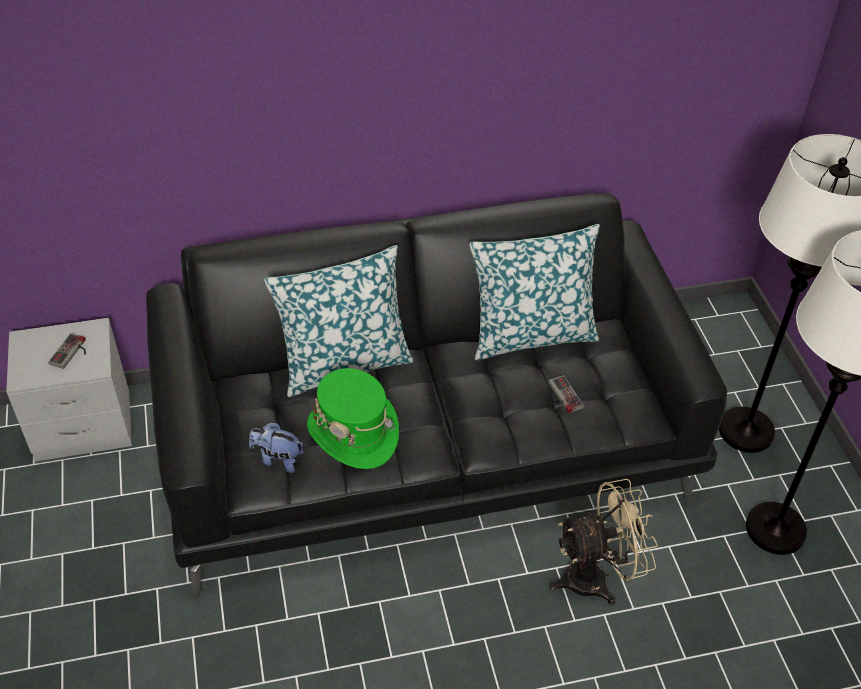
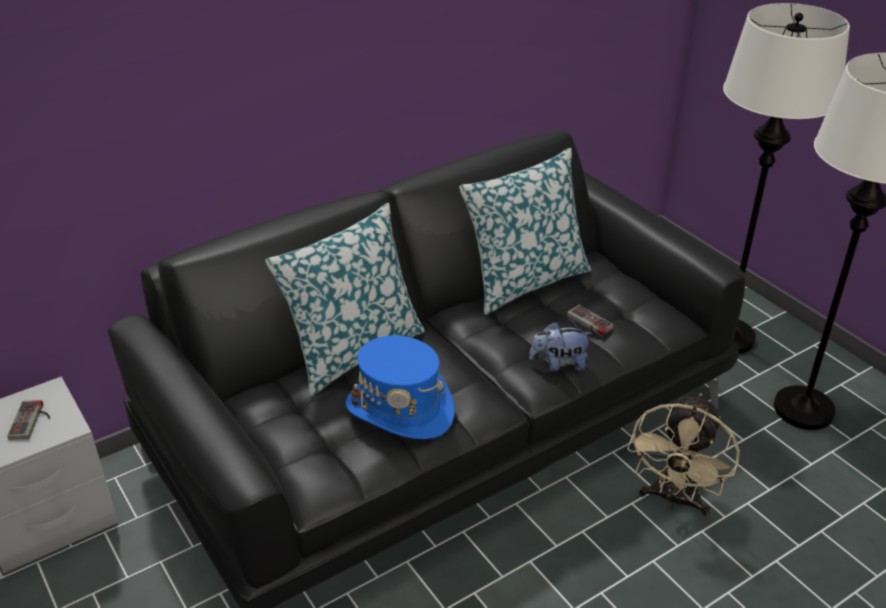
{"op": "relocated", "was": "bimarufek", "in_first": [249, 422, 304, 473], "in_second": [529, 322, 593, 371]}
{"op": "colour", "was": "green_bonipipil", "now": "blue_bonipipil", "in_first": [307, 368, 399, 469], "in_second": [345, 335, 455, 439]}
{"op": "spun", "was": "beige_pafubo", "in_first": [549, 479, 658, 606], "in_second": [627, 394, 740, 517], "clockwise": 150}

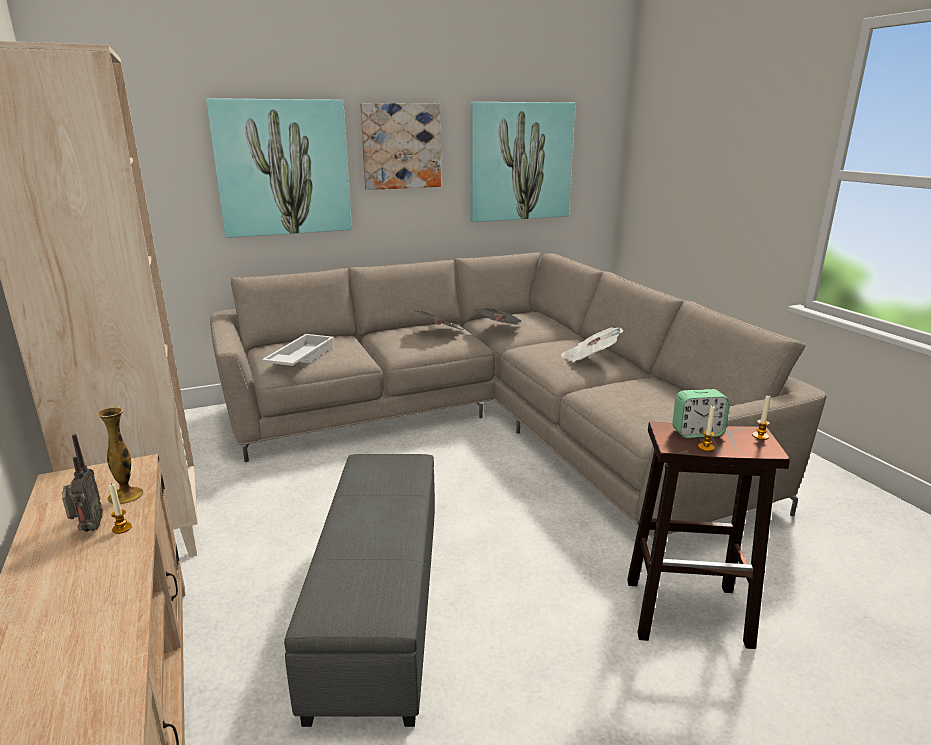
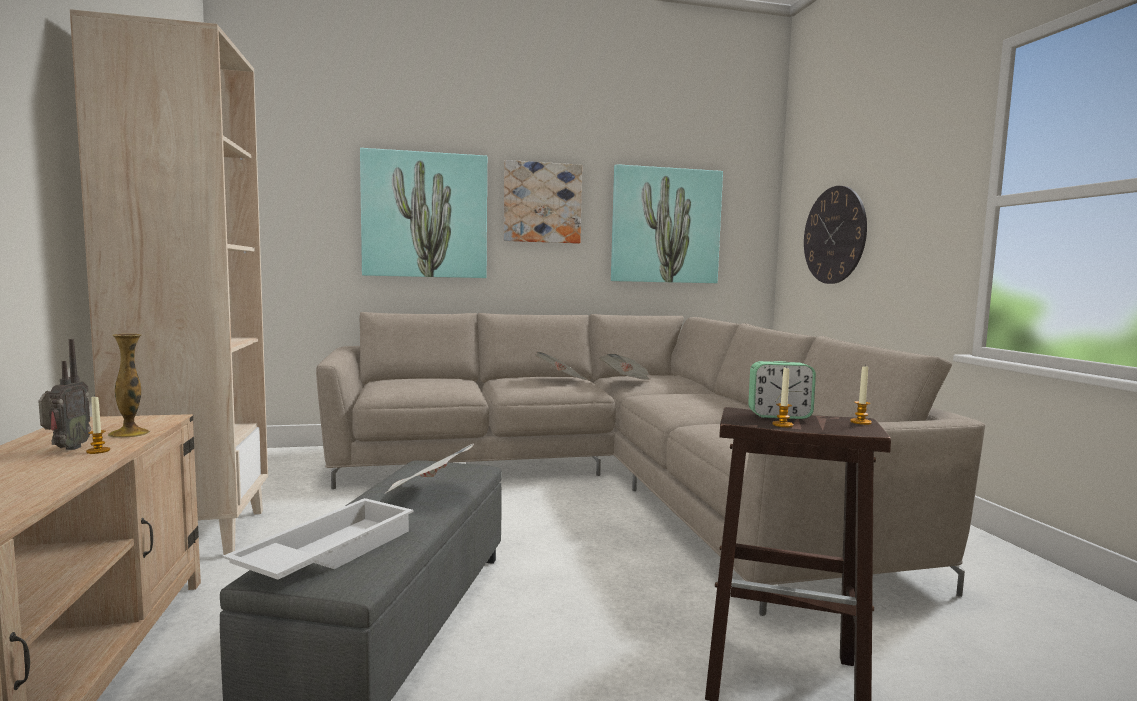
{"op": "relocated", "was": "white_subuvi", "in_first": [262, 334, 334, 366], "in_second": [223, 498, 413, 580]}
{"op": "relocated", "was": "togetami", "in_first": [561, 327, 623, 363], "in_second": [384, 444, 474, 494]}
{"op": "appeared", "now": "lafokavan", "in_second": [804, 186, 867, 284]}

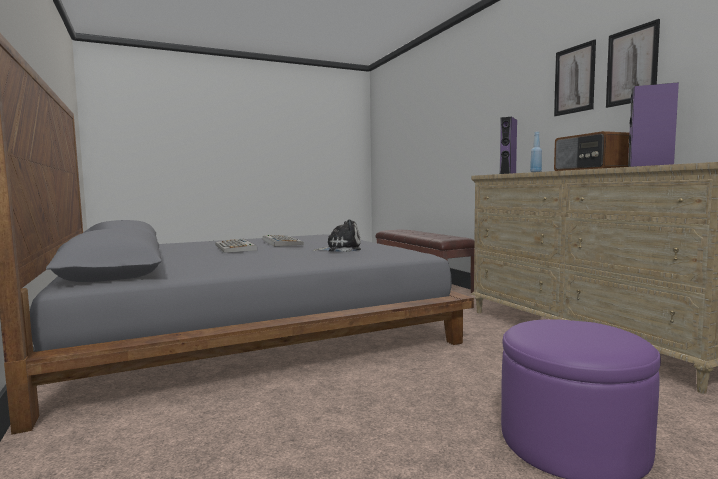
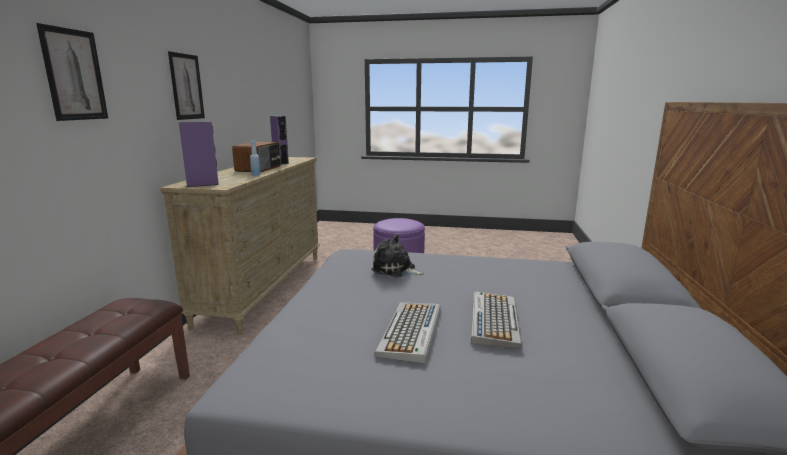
{"op": "relocated", "was": "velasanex", "in_first": [606, 19, 660, 108], "in_second": [36, 23, 108, 121]}

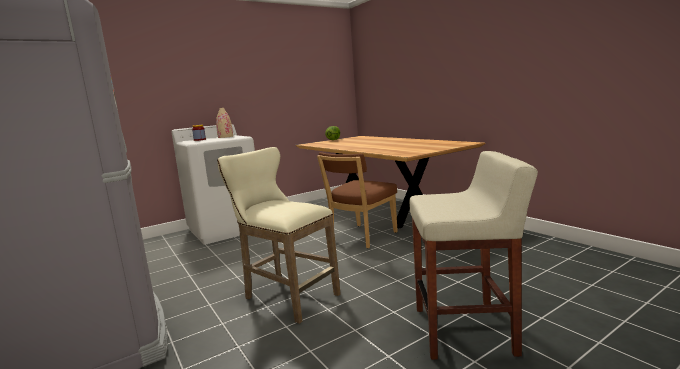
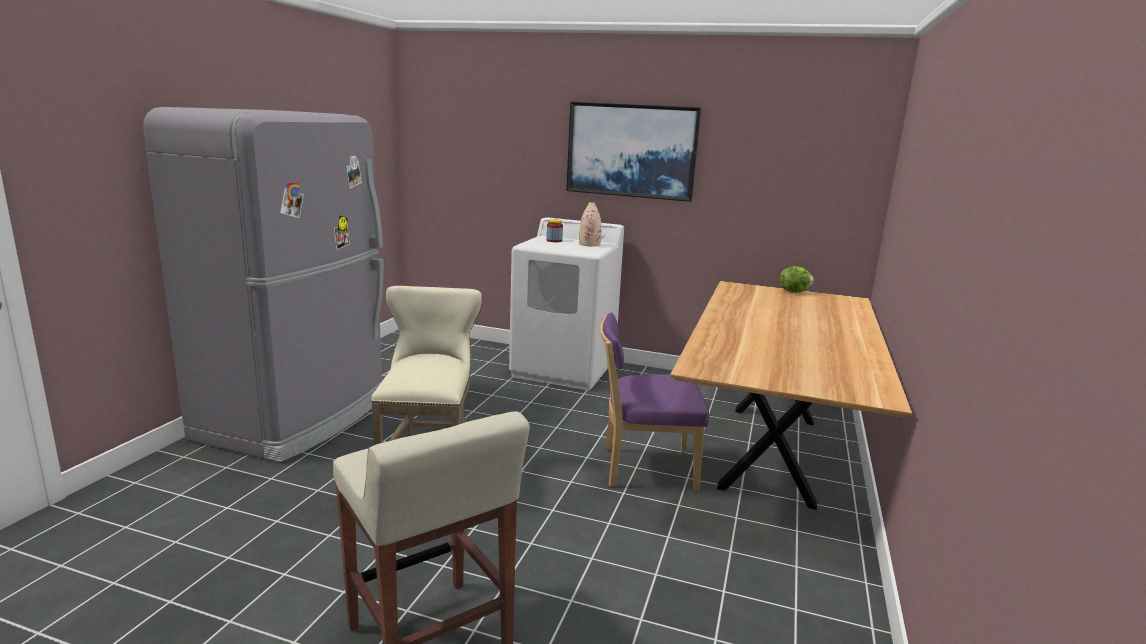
{"op": "colour", "was": "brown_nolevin", "now": "purple_nolevin", "in_first": [317, 152, 398, 249], "in_second": [600, 312, 709, 492]}
{"op": "appeared", "now": "velasanex", "in_second": [566, 102, 701, 202]}

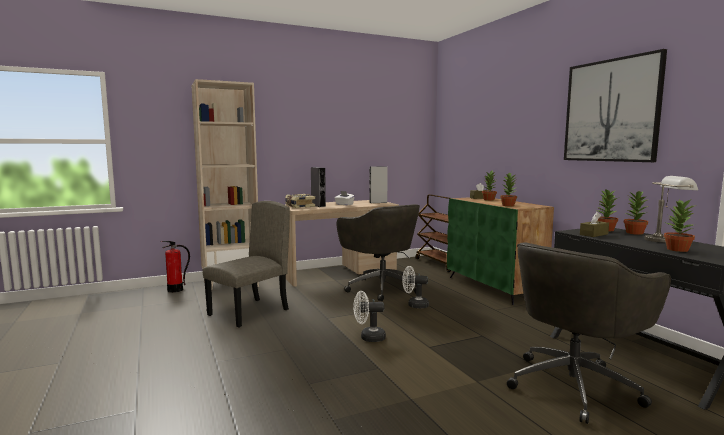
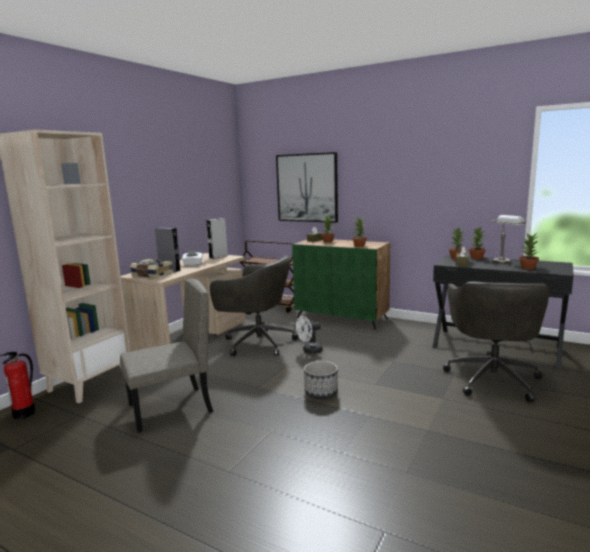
{"op": "spun", "was": "beige_nolevin", "in_first": [203, 201, 290, 328], "in_second": [120, 279, 213, 432], "clockwise": 60}
{"op": "exchanged", "was": "white_pafubo", "now": "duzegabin", "in_first": [353, 291, 386, 342], "in_second": [304, 361, 338, 399]}
{"op": "relocated", "was": "velasanex", "in_first": [564, 49, 667, 162], "in_second": [276, 152, 338, 223]}

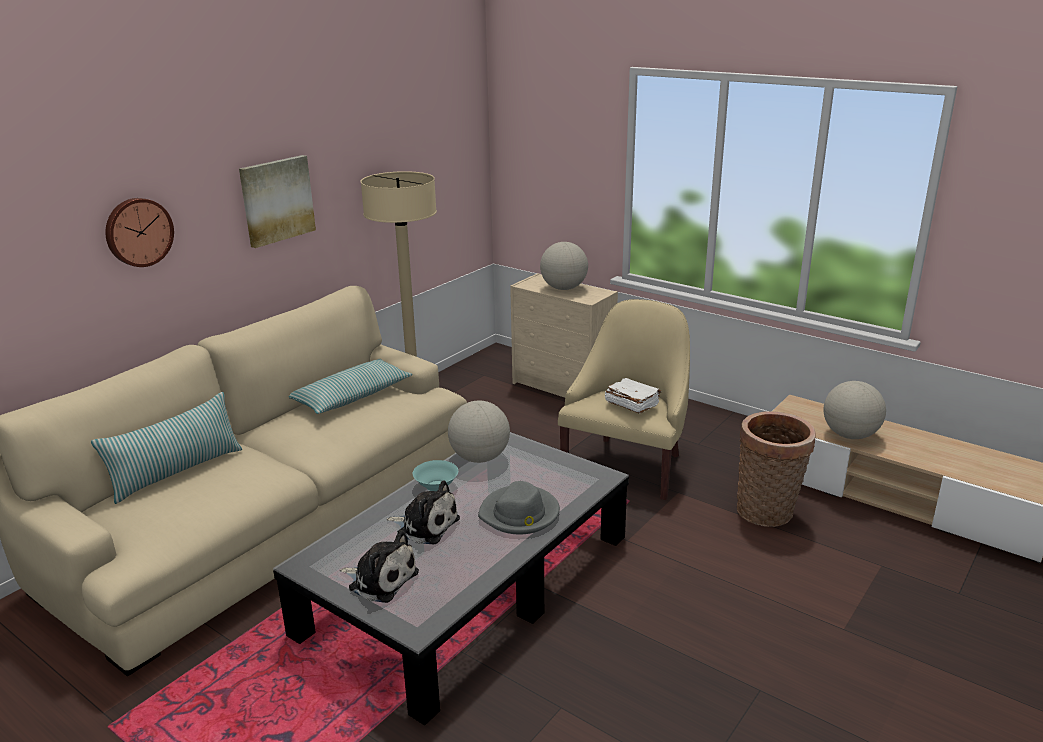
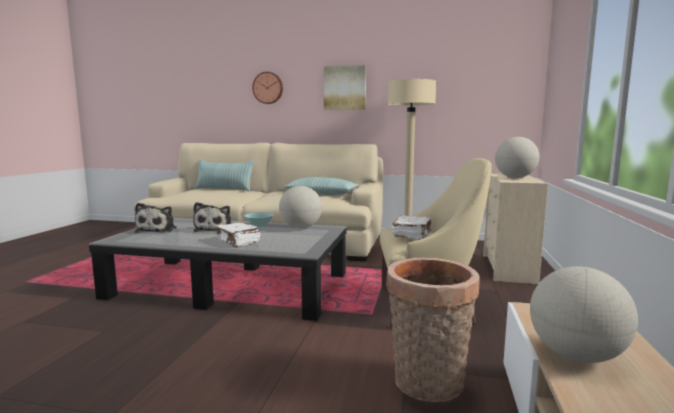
{"op": "exchanged", "was": "grey_bonipipil", "now": "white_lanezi", "in_first": [478, 481, 560, 534], "in_second": [215, 222, 261, 247]}

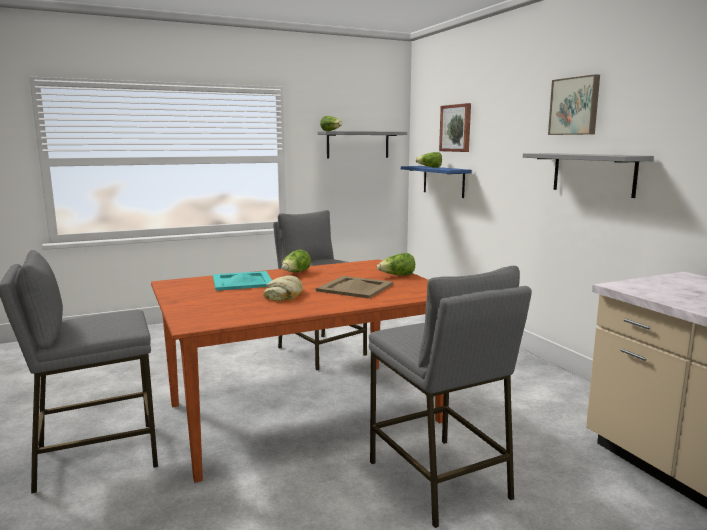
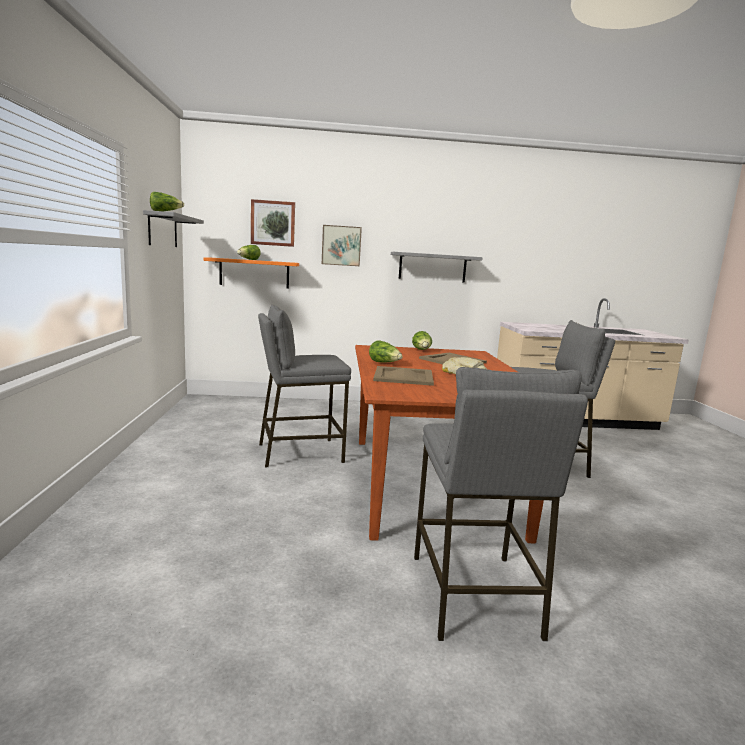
{"op": "colour", "was": "turquoise_subuvi", "now": "beige_subuvi", "in_first": [213, 271, 272, 291], "in_second": [373, 366, 434, 386]}
{"op": "colour", "was": "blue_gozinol", "now": "orange_gozinol", "in_first": [401, 166, 472, 198], "in_second": [203, 257, 299, 289]}
{"op": "relocated", "was": "velasanex", "in_first": [548, 74, 600, 135], "in_second": [322, 225, 362, 266]}

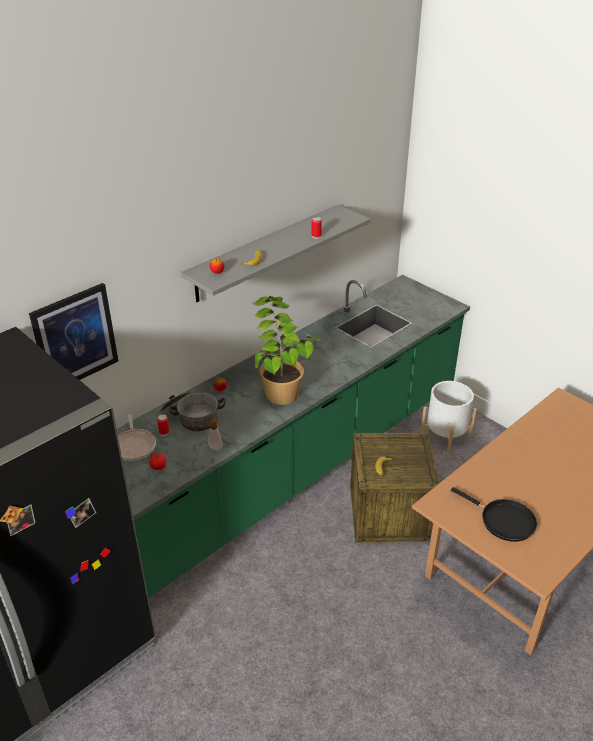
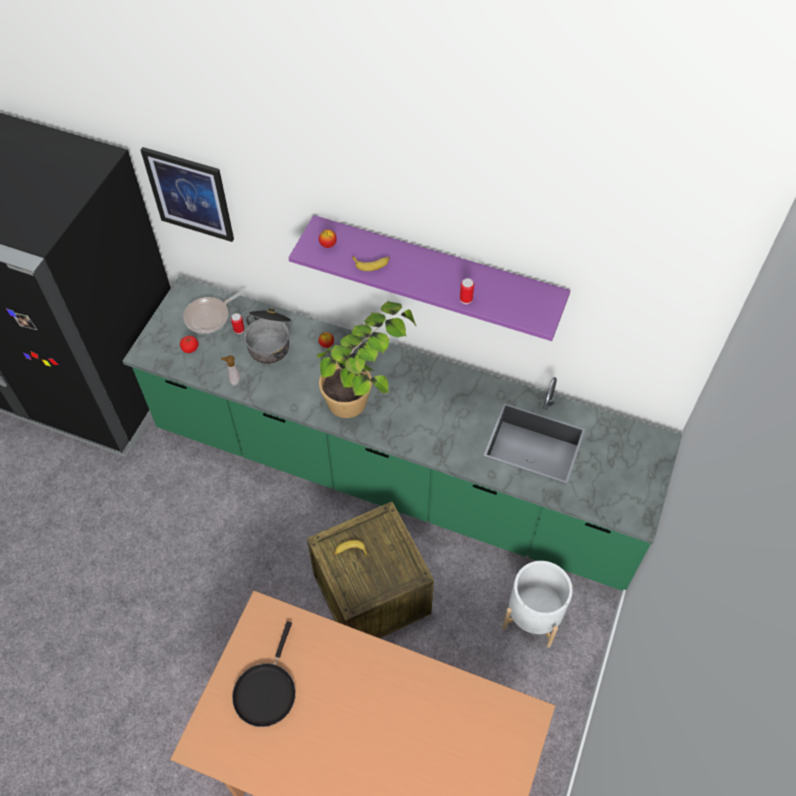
{"op": "colour", "was": "grey_gozinol", "now": "purple_gozinol", "in_first": [181, 205, 371, 302], "in_second": [289, 215, 570, 341]}

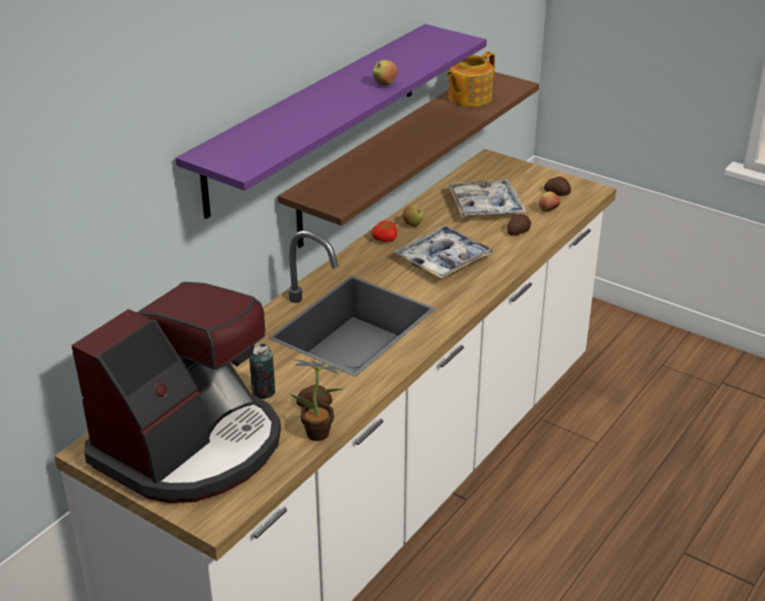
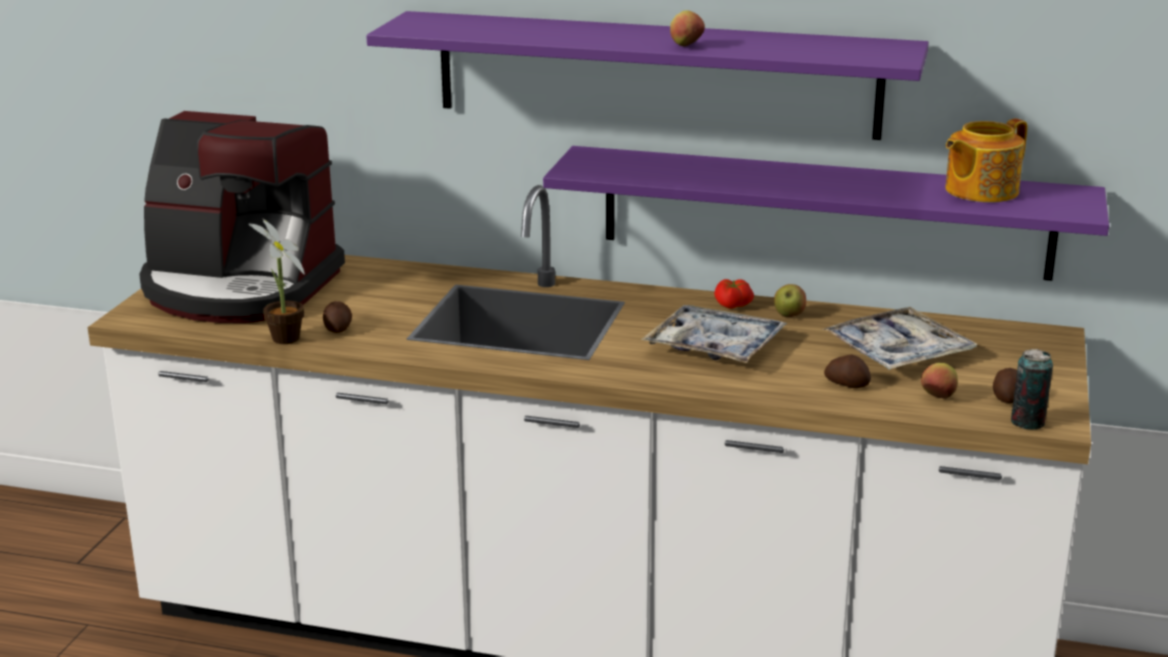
{"op": "relocated", "was": "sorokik", "in_first": [249, 344, 275, 399], "in_second": [1011, 349, 1053, 430]}
{"op": "colour", "was": "brown_gozinol", "now": "purple_gozinol", "in_first": [278, 72, 539, 248], "in_second": [543, 146, 1109, 281]}
{"op": "spun", "was": "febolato", "in_first": [447, 52, 495, 107], "in_second": [945, 119, 1027, 202], "clockwise": -60}

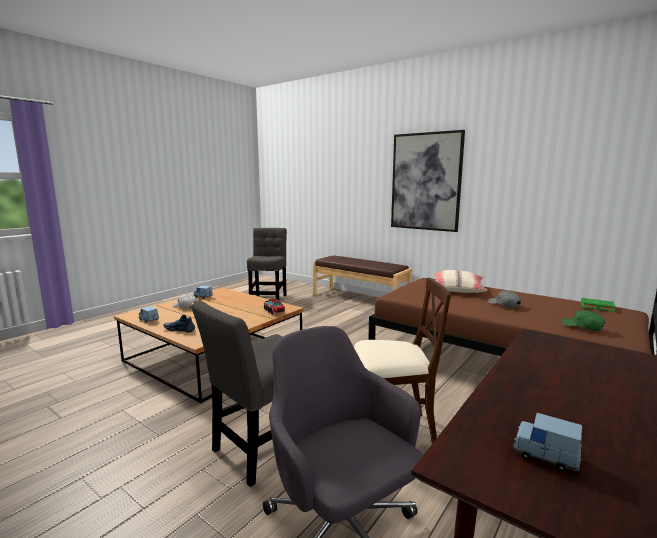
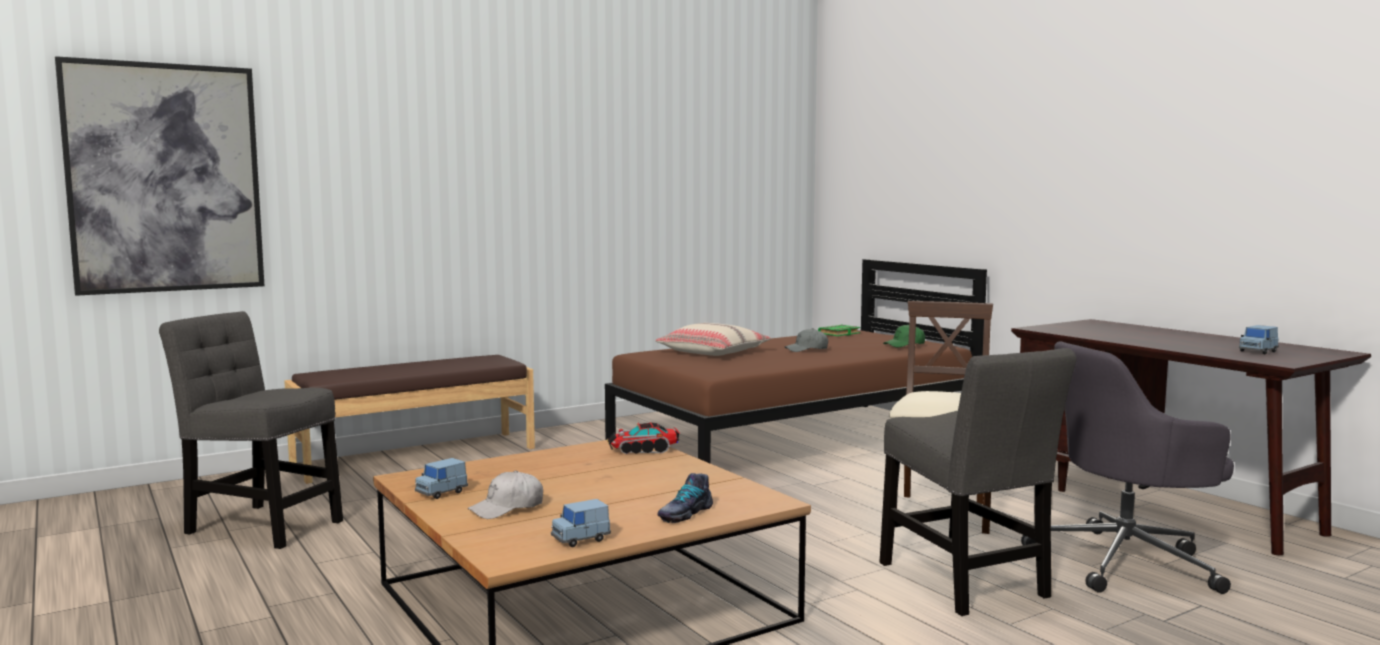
{"op": "relocated", "was": "velasanex", "in_first": [391, 130, 465, 232], "in_second": [55, 56, 265, 296]}

